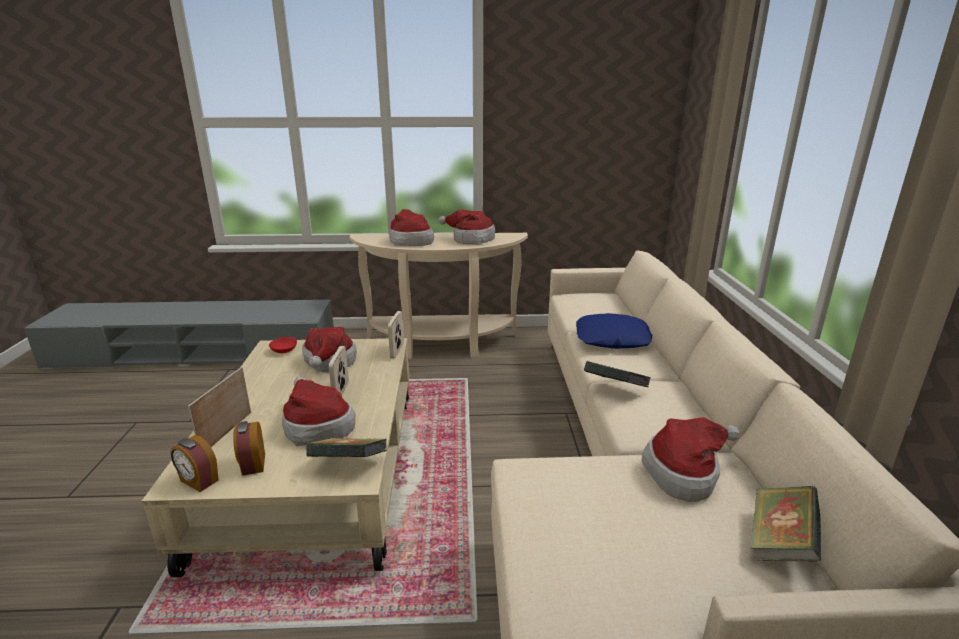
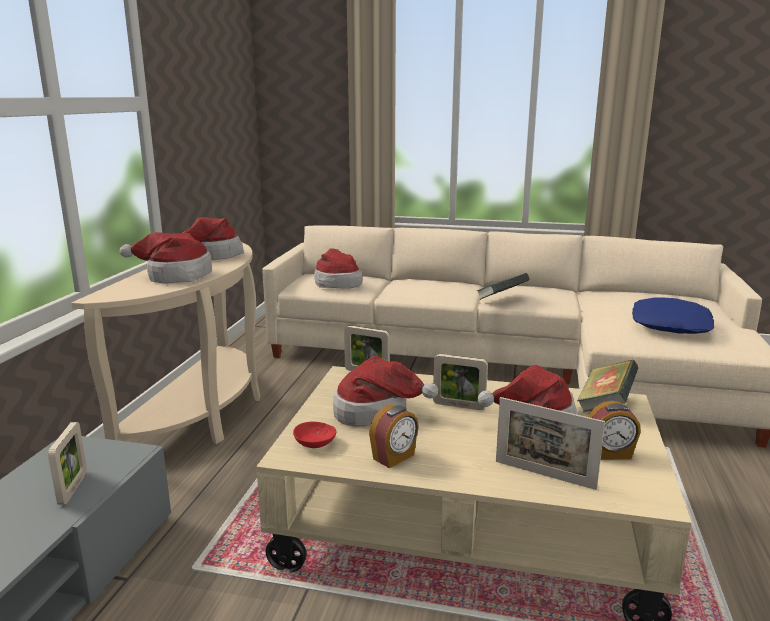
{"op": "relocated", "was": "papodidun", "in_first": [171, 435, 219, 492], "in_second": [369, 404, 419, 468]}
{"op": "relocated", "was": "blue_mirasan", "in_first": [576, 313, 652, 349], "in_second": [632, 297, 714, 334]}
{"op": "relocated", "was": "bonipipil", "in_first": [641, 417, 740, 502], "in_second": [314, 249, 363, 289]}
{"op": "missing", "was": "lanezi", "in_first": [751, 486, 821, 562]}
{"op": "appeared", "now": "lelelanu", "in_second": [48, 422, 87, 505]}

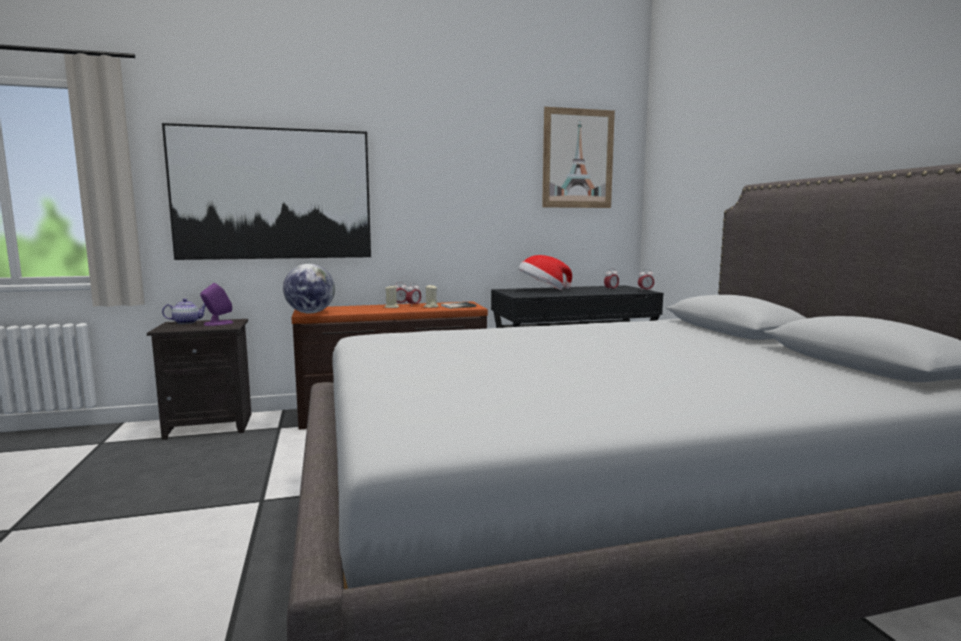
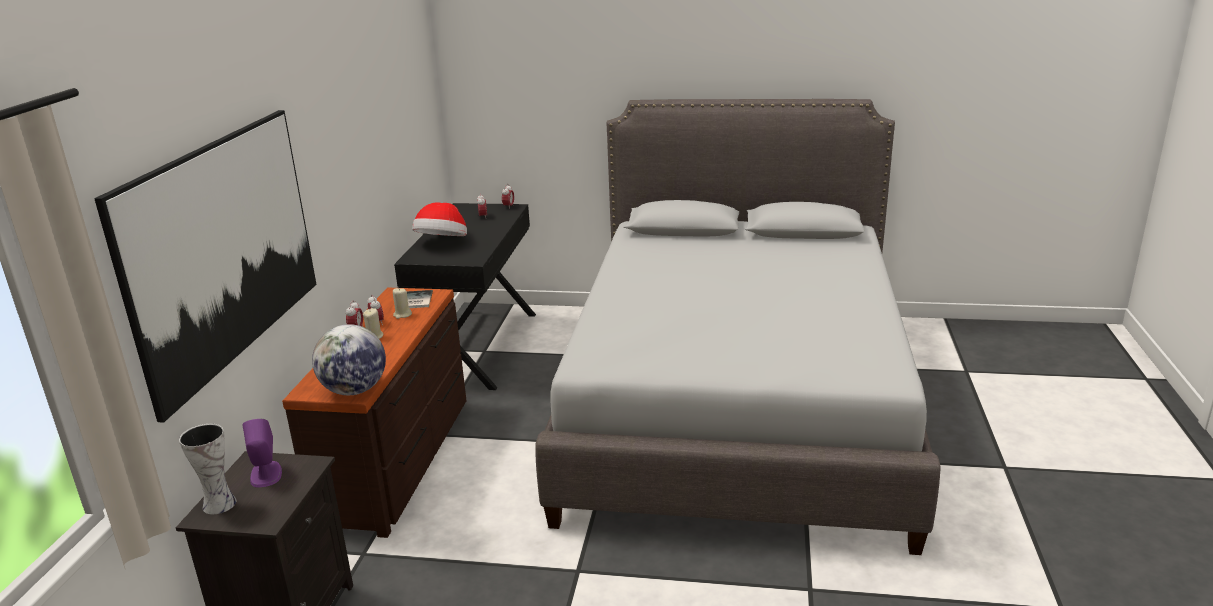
{"op": "exchanged", "was": "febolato", "now": "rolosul", "in_first": [162, 299, 206, 324], "in_second": [179, 424, 236, 514]}
{"op": "missing", "was": "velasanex", "in_first": [542, 107, 615, 208]}

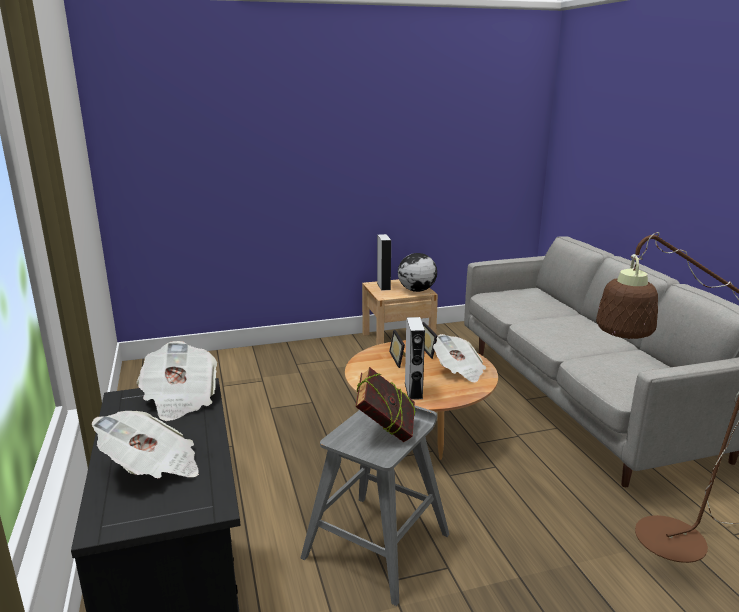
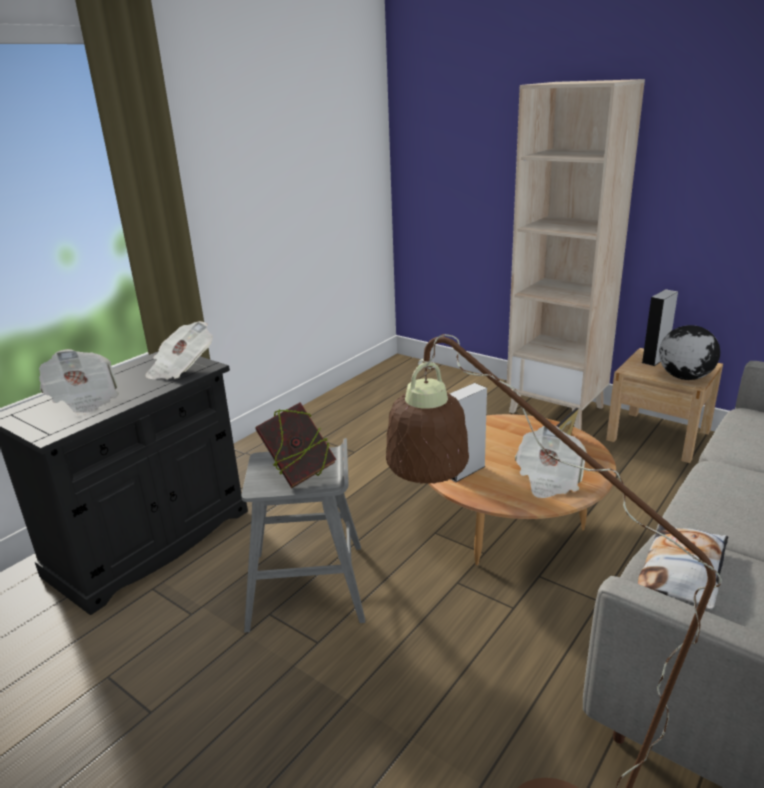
{"op": "missing", "was": "lelelanu", "in_first": [389, 330, 406, 368]}
{"op": "appeared", "now": "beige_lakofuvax", "in_second": [507, 79, 645, 430]}
{"op": "appeared", "now": "mirasan", "in_second": [638, 525, 728, 610]}

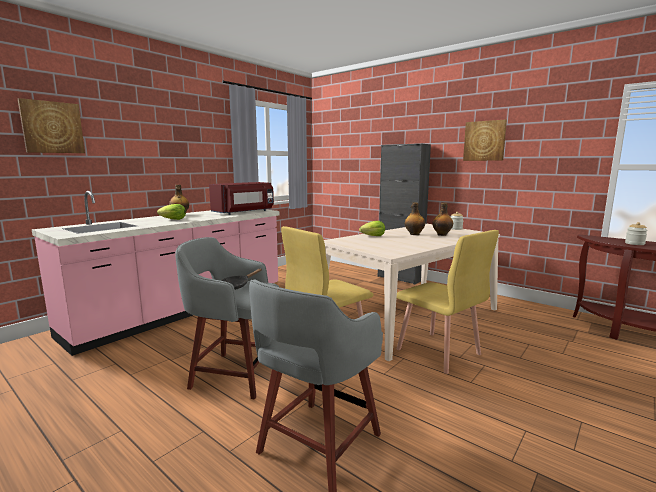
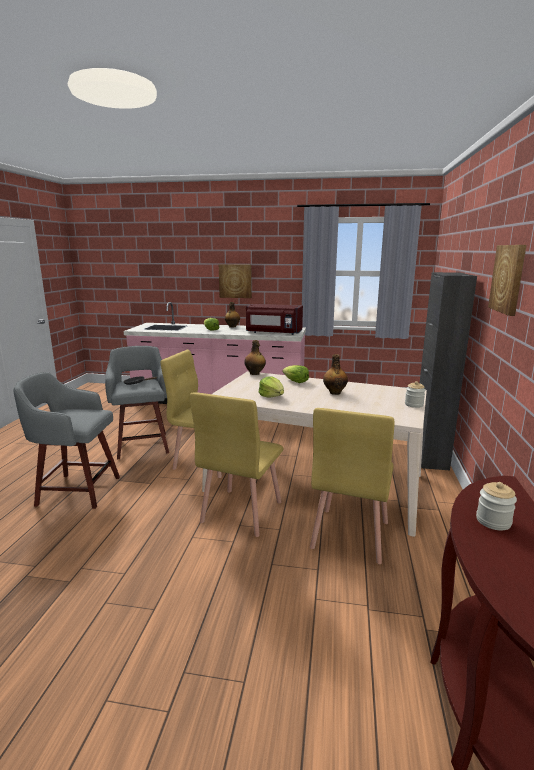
{"op": "relocated", "was": "velasanex", "in_first": [18, 98, 85, 153], "in_second": [219, 264, 252, 298]}
{"op": "relocated", "was": "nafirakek", "in_first": [432, 203, 453, 236], "in_second": [244, 340, 266, 375]}
{"op": "appeared", "now": "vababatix", "in_second": [259, 376, 284, 398]}
{"op": "appeared", "now": "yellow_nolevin", "in_second": [310, 408, 394, 564]}

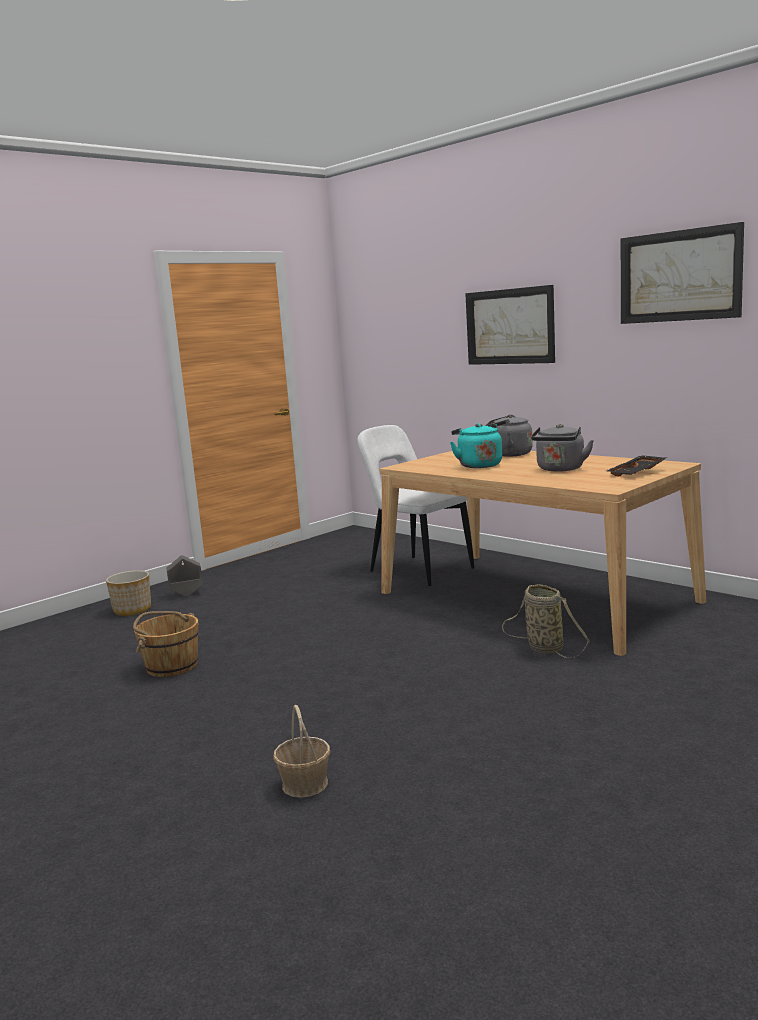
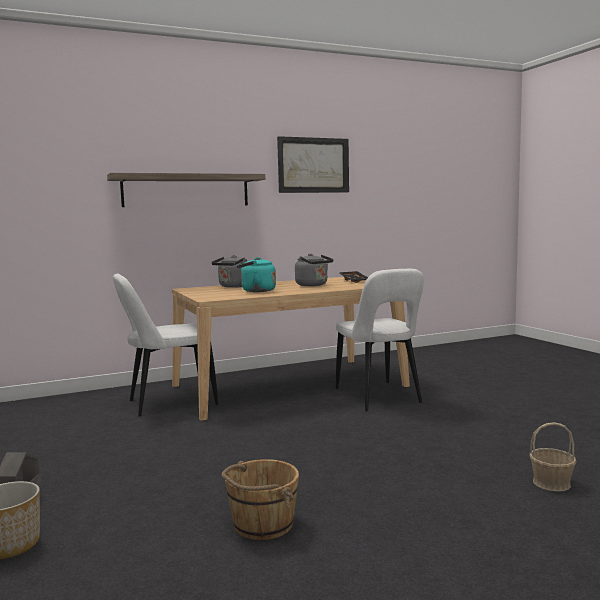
{"op": "exchanged", "was": "velasanex", "now": "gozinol", "in_first": [465, 285, 555, 365], "in_second": [107, 173, 265, 207]}
{"op": "exchanged", "was": "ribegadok", "now": "white_nolevin", "in_first": [502, 584, 590, 658], "in_second": [336, 269, 424, 411]}

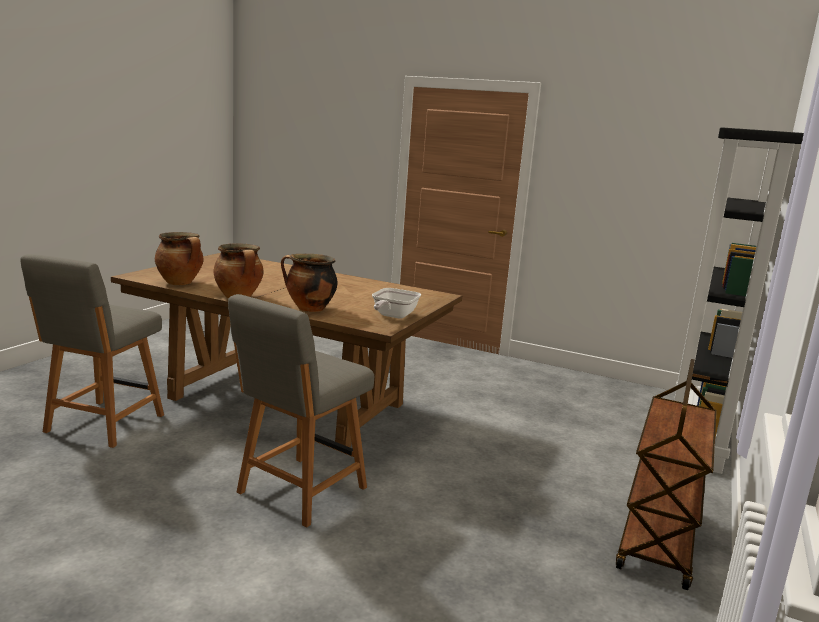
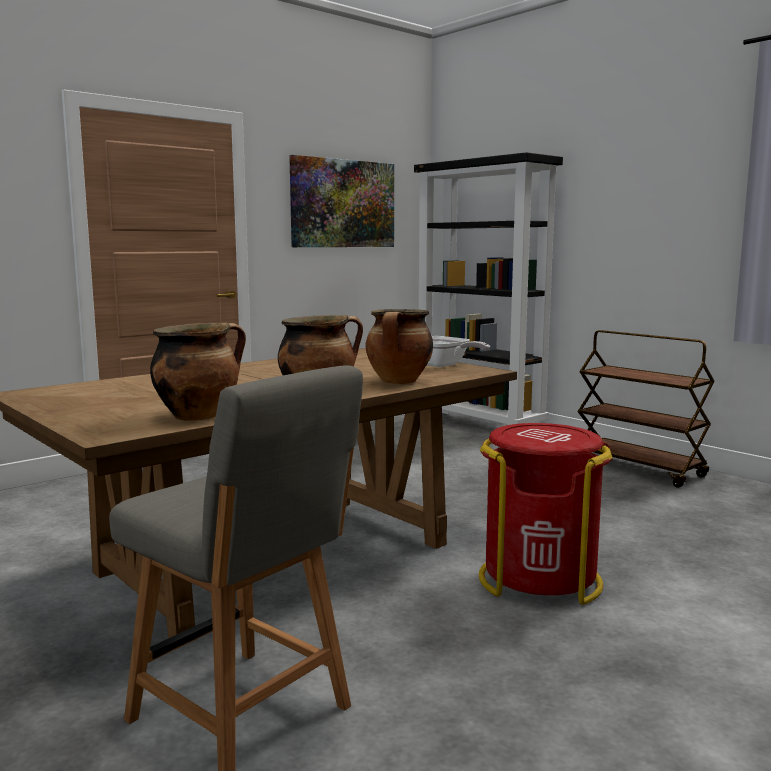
{"op": "exchanged", "was": "grey_nolevin", "now": "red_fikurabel", "in_first": [228, 294, 374, 527], "in_second": [479, 423, 613, 605]}
{"op": "appeared", "now": "velasanex", "in_second": [289, 155, 394, 247]}

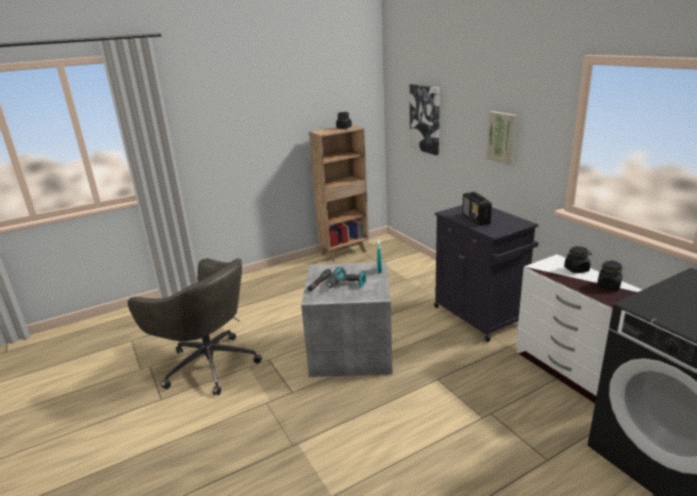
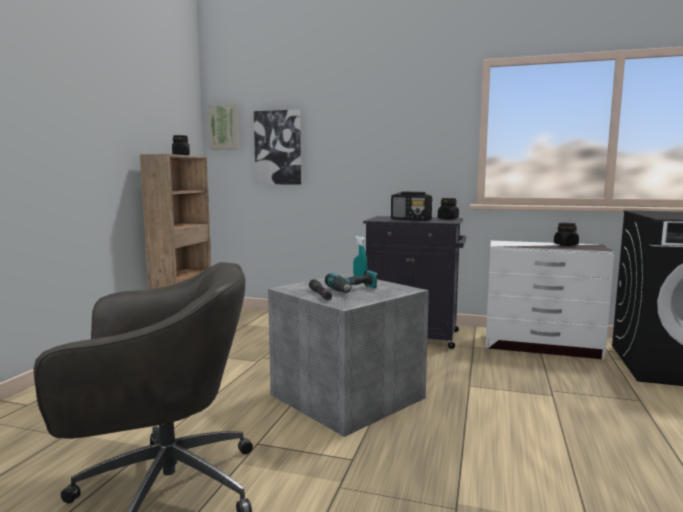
{"op": "relocated", "was": "velasanex", "in_first": [487, 111, 517, 165], "in_second": [209, 104, 239, 150]}
{"op": "relocated", "was": "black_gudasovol", "in_first": [564, 246, 591, 273], "in_second": [438, 198, 459, 219]}

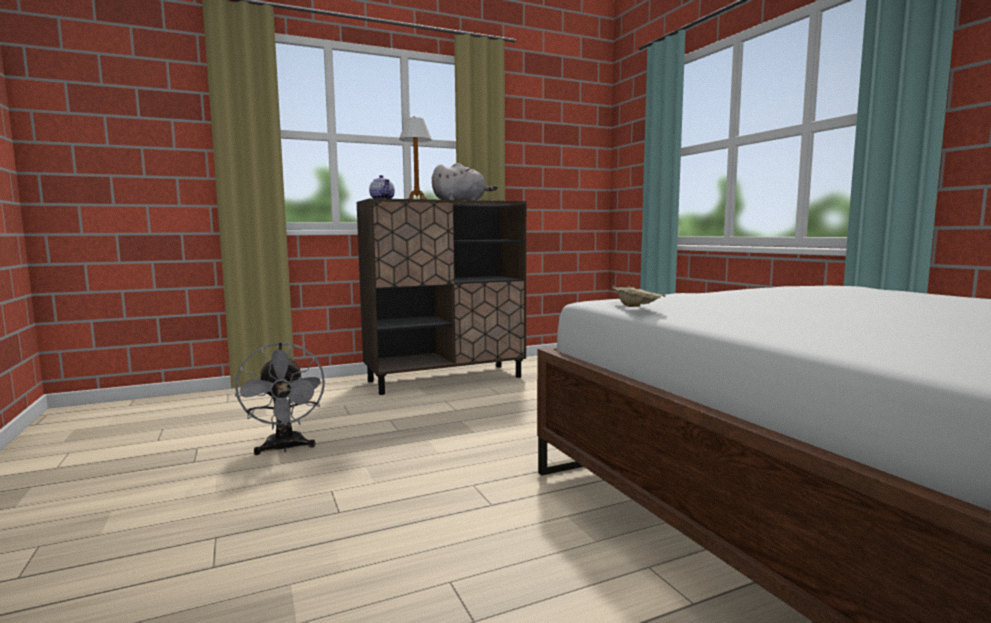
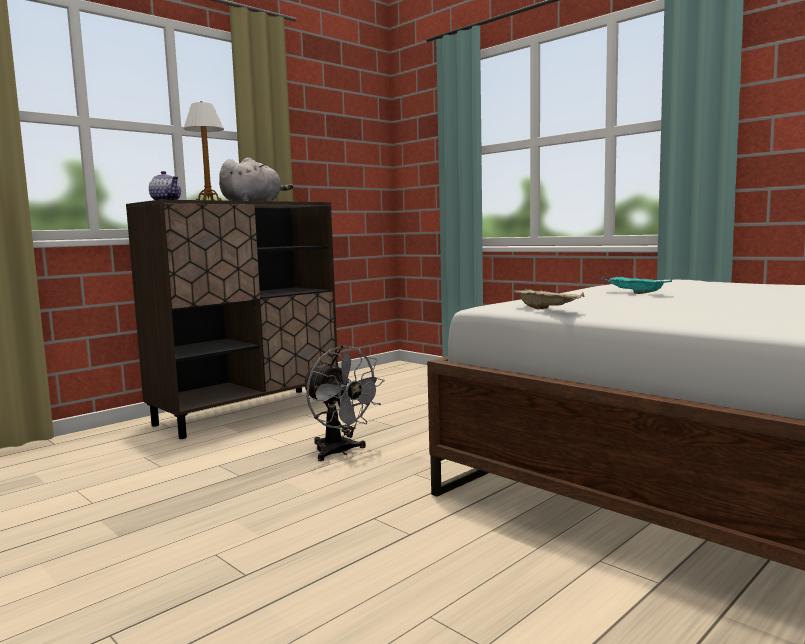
{"op": "relocated", "was": "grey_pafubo", "in_first": [235, 342, 325, 455], "in_second": [302, 345, 385, 461]}
{"op": "appeared", "now": "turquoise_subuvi", "in_second": [602, 276, 672, 294]}

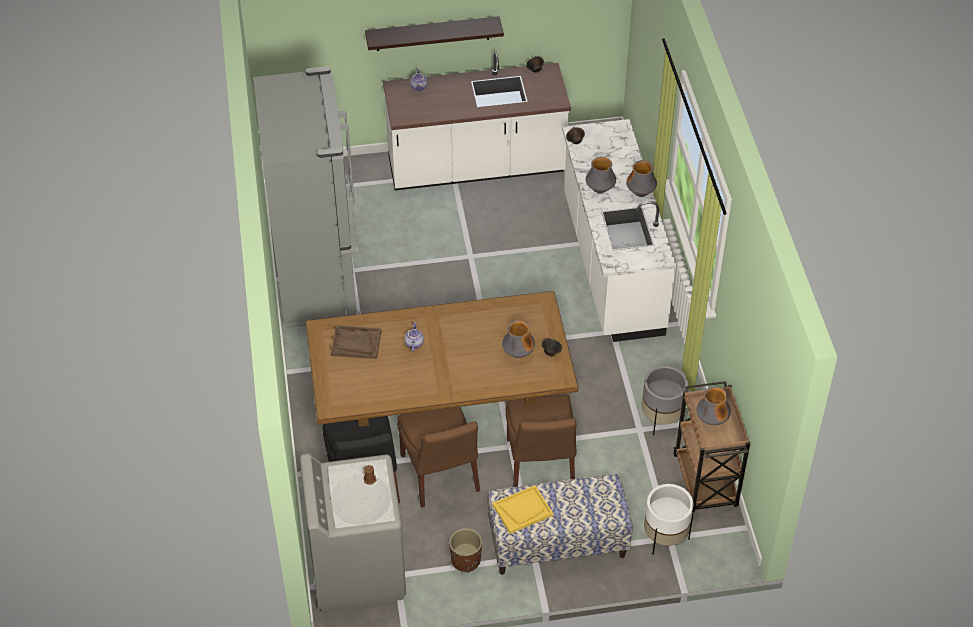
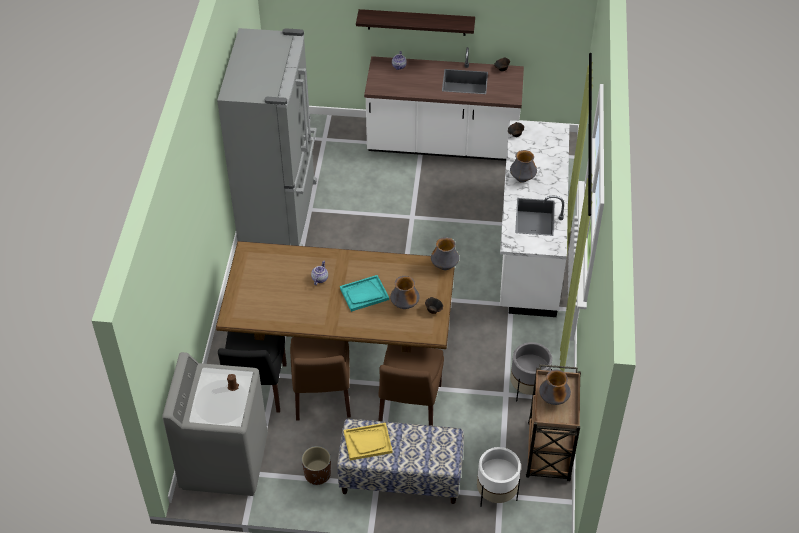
{"op": "missing", "was": "brown_subuvi", "in_first": [331, 325, 382, 359]}
{"op": "relocated", "was": "rolosul", "in_first": [626, 160, 657, 197], "in_second": [431, 237, 459, 270]}
{"op": "appeared", "now": "turquoise_subuvi", "in_second": [340, 275, 389, 312]}

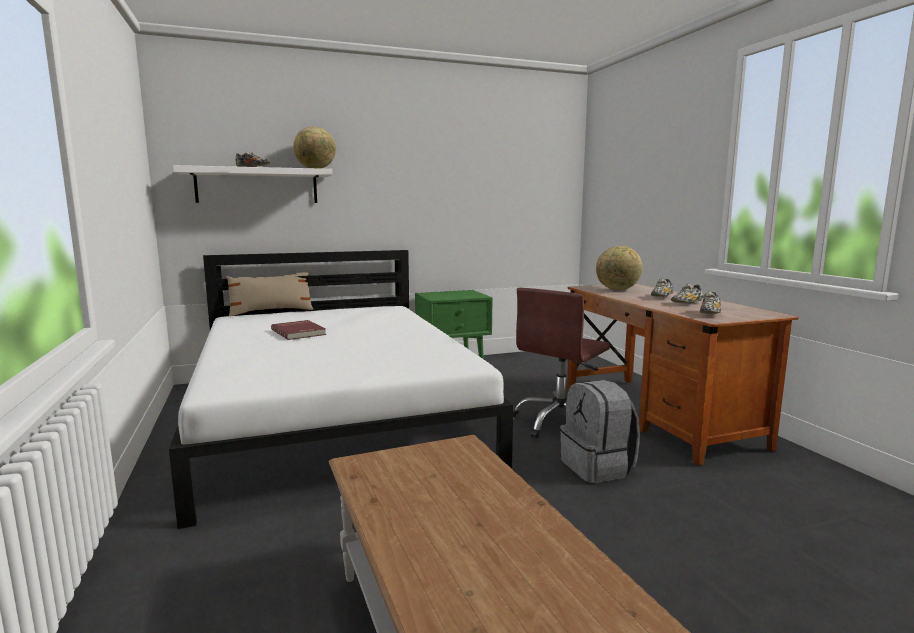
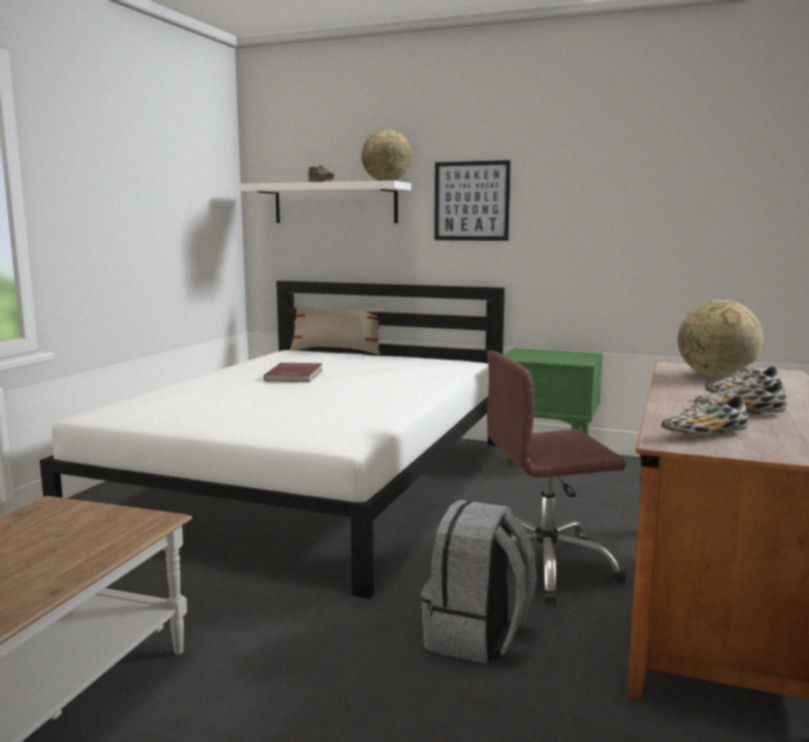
{"op": "appeared", "now": "velasanex", "in_second": [434, 160, 511, 241]}

